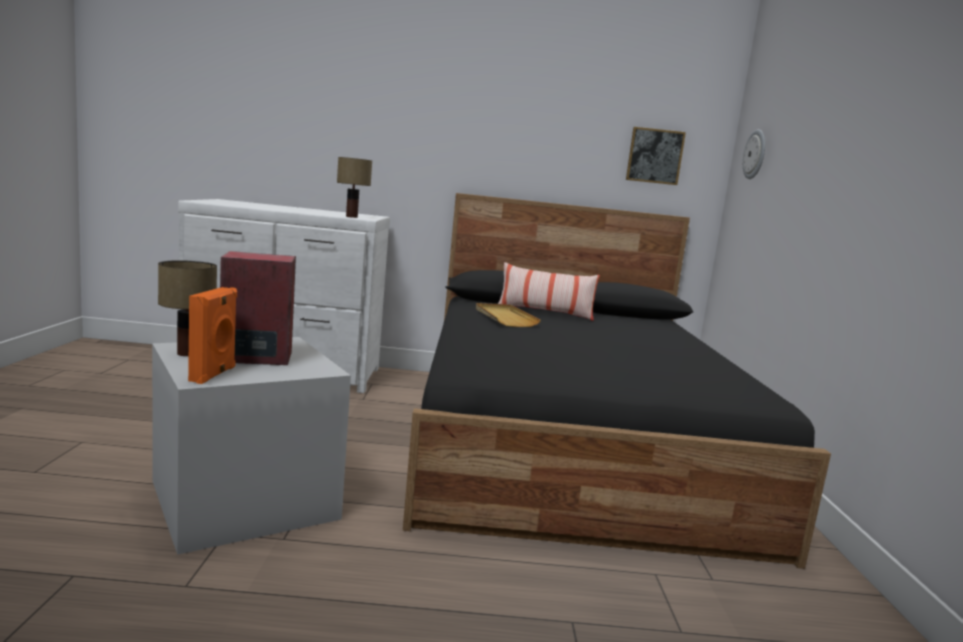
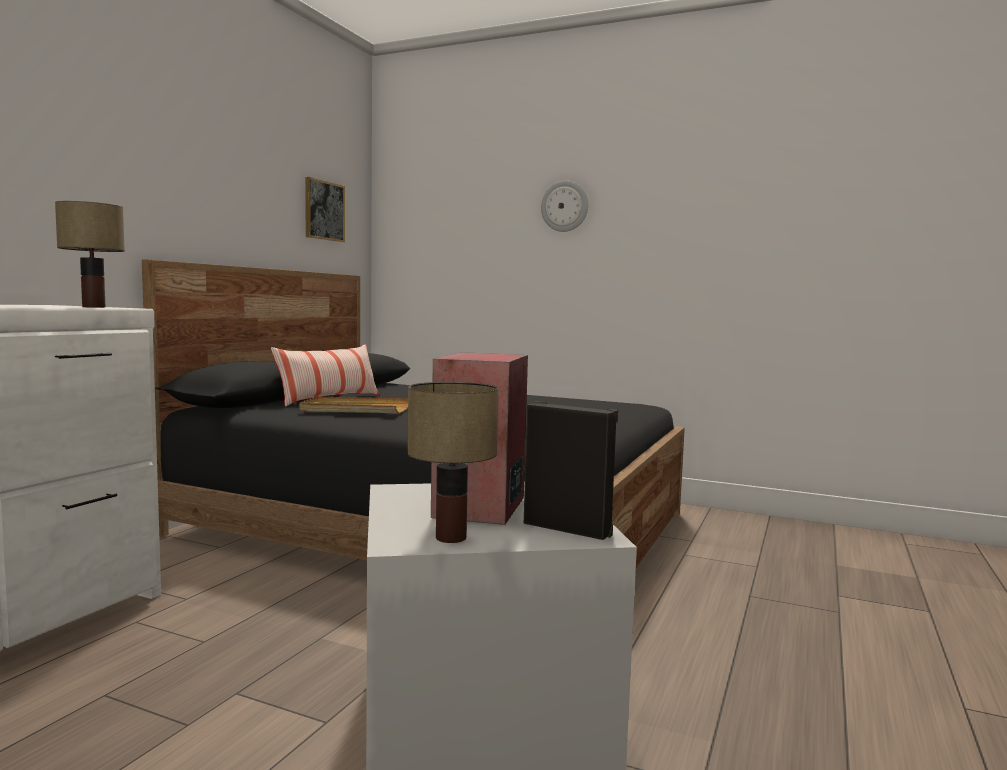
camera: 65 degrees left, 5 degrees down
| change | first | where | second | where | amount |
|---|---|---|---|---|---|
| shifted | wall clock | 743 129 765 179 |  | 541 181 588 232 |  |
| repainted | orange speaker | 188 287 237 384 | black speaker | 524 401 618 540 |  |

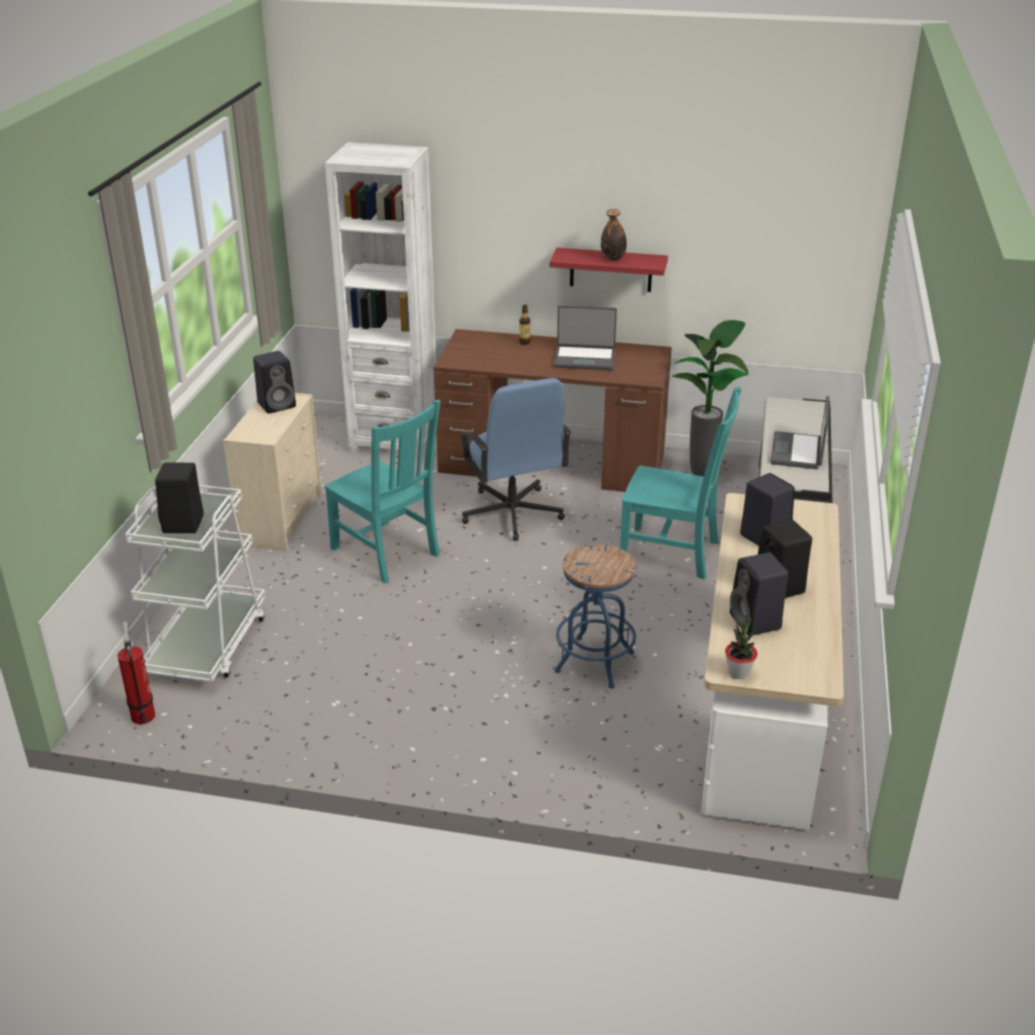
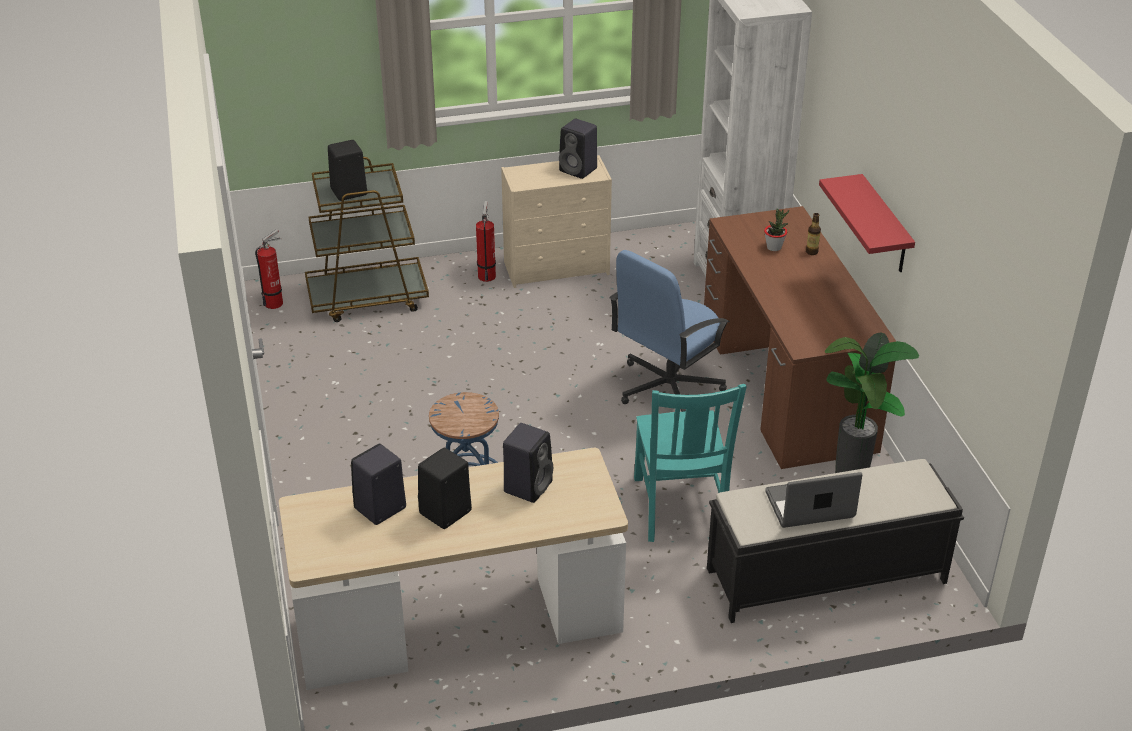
camera: 65 degrees right, 5 degrees up
| change | first | where | second | where | amount |
|---|---|---|---|---|---|
| gone | turquoise chair | 325 400 441 584 |  |  |  |
| gone | laptop | 553 305 617 370 |  |  |  |
| gone | bottle | 601 209 627 261 |  |  |  |
| new |  |  | fire extinguisher | 476 201 496 282 |  |
| shifted | potted plant | 725 617 757 679 |  | 764 209 789 251 |  |
| repainted | white cart | 125 485 266 682 | brown cart | 305 157 429 322 |  |

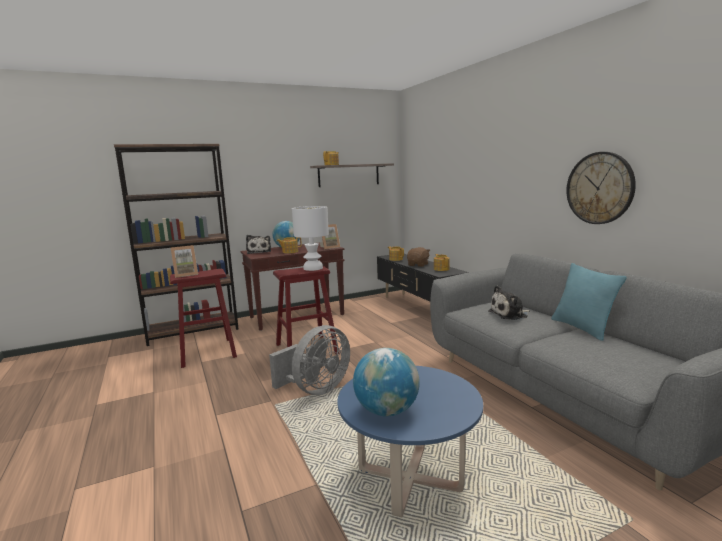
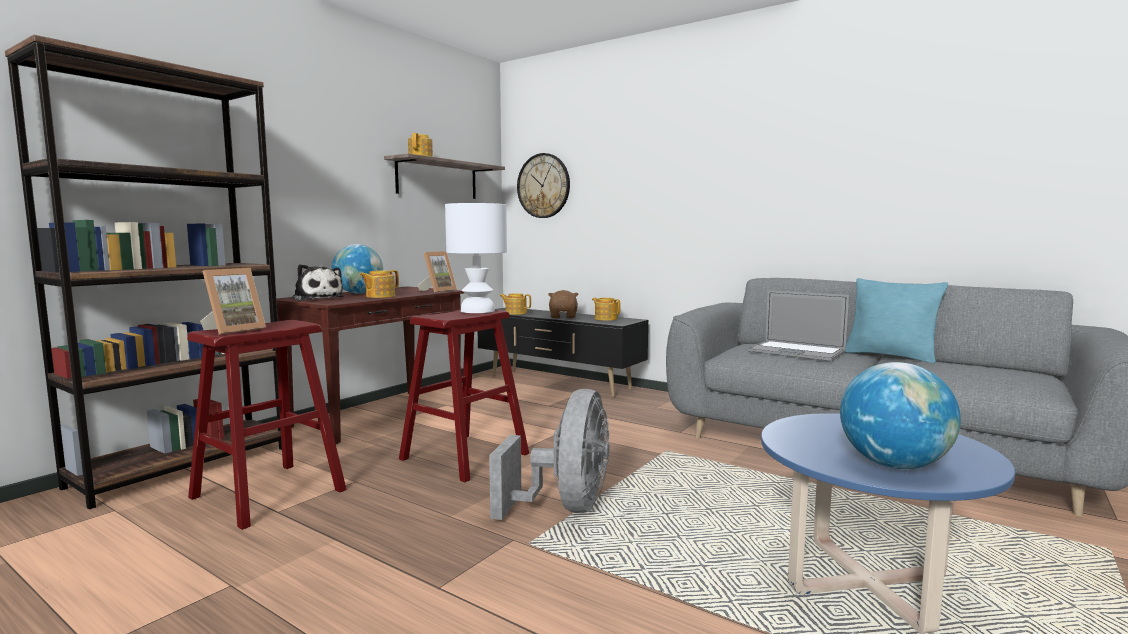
camera: 30 degrees left, 5 degrees down
| change | first | where | second | where | amount |
|---|---|---|---|---|---|
| shifted | wall clock | 566 152 636 224 |  | 517 153 570 218 |  |
| swapped | plush toy | 488 285 530 320 | laptop | 748 290 849 361 |  |

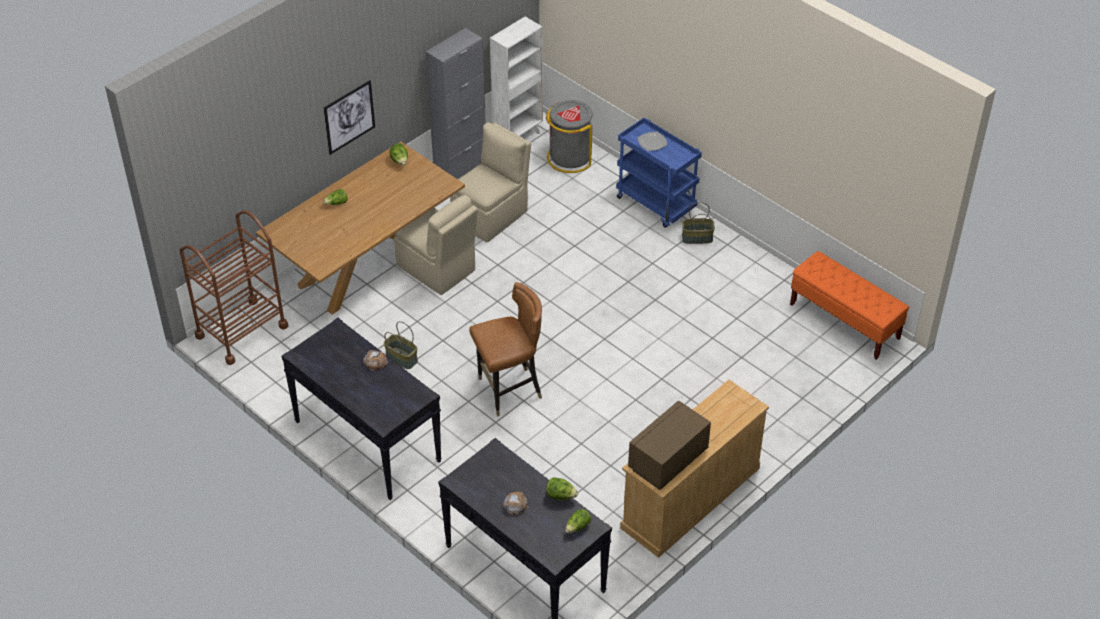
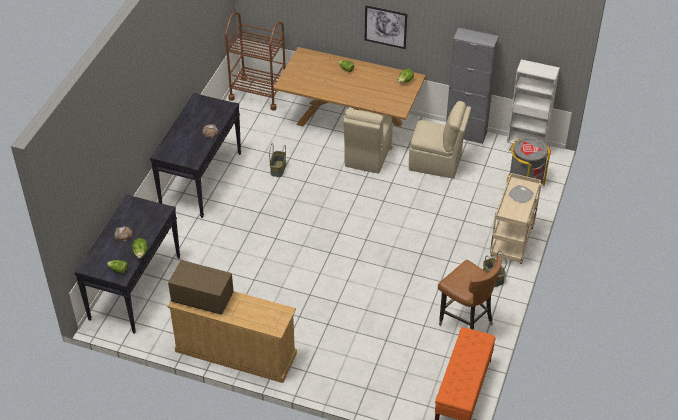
camera: 65 degrees right, 0 degrees up
| change | first | where | second | where | amount |
|---|---|---|---|---|---|
| shifted | brown chair | 469 282 542 417 |  | 438 256 502 330 |  |
| repainted | blue cart | 616 118 702 228 | beige cart | 490 173 542 264 |  |

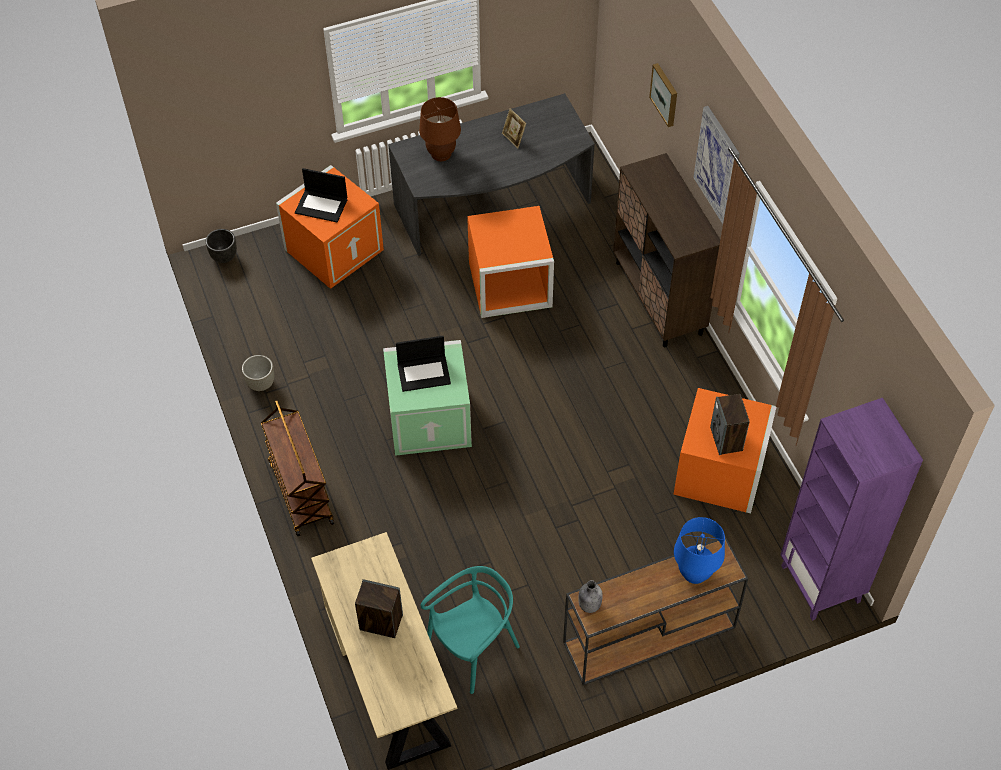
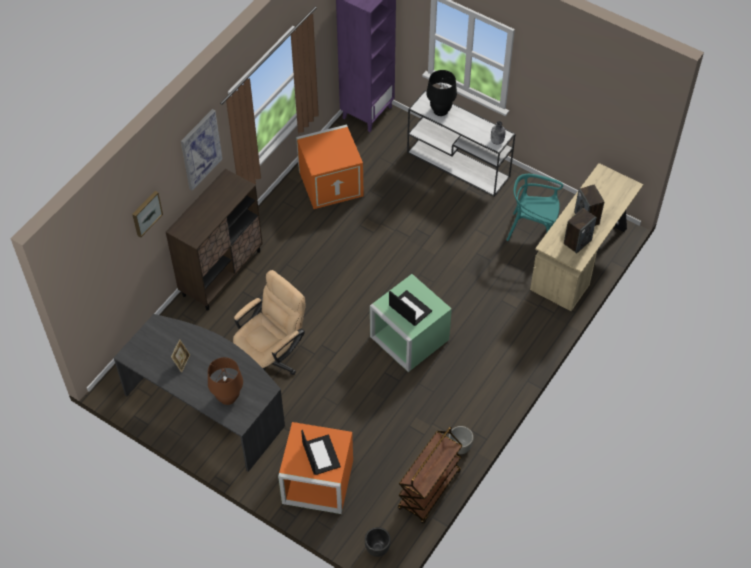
camera: 125 degrees left, 0 degrees up
| change | first | where | second | where | amount |
|---|---|---|---|---|---|
| shifted | brown cart | 261 400 334 536 |  | 398 427 463 524 |  |
| shifted | speaker | 710 394 750 455 |  | 564 208 597 254 |  |
| swapped | orange storage box | 467 206 554 318 | beige office chair | 233 270 305 375 |  |
| repainted | brown console table | 563 537 748 685 | white console table | 407 90 515 197 |  |
| repainted | blue table lamp | 674 517 725 584 | black table lamp | 426 70 457 116 |  |

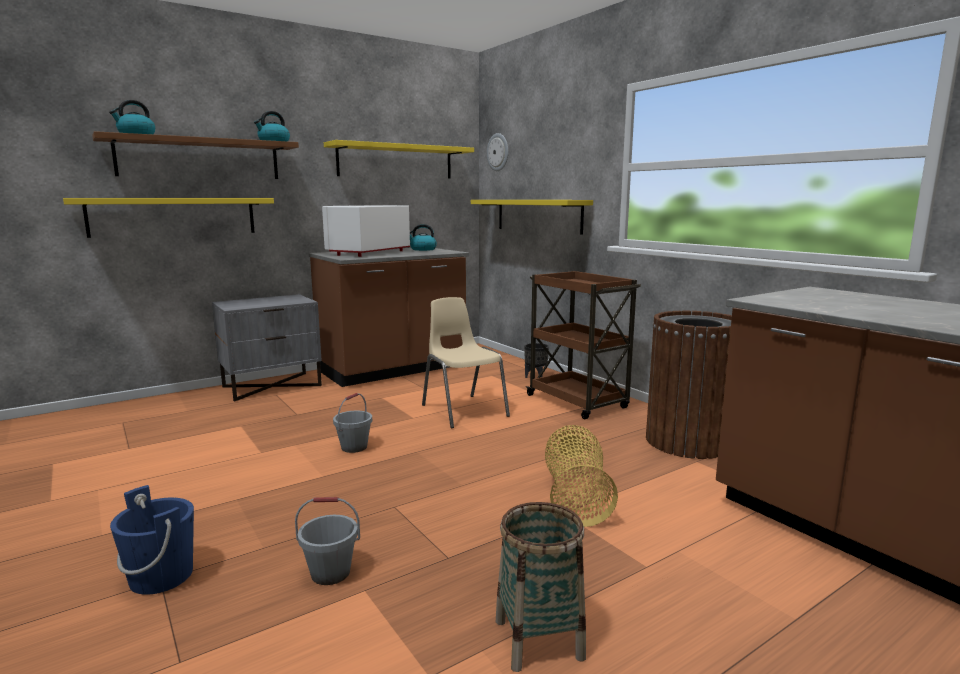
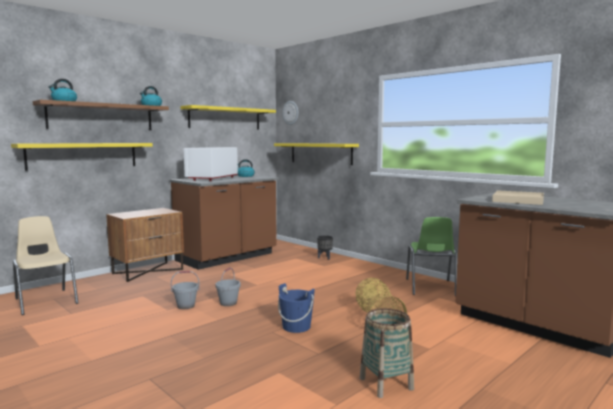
camera: 10 degrees left, 5 degrees down
| change | first | where | second | where | amount |
|---|---|---|---|---|---|
| gone | brown cart | 526 271 641 419 |  |  |  |
| new |  |  | beige tray | 492 190 544 205 |  |
| shifted | blue bucket | 110 485 194 595 |  | 278 283 315 333 |  |
| shifted | grey bucket | 295 497 360 585 |  | 171 271 200 309 |  |
| shifted | beige chair | 422 297 510 428 |  | 13 216 78 315 |  |
| swapped | brown trash can | 646 311 732 459 | green chair | 406 217 457 297 |  |
| repainted | grey nightstand | 212 294 322 401 | brown nightstand | 107 208 184 282 |  |

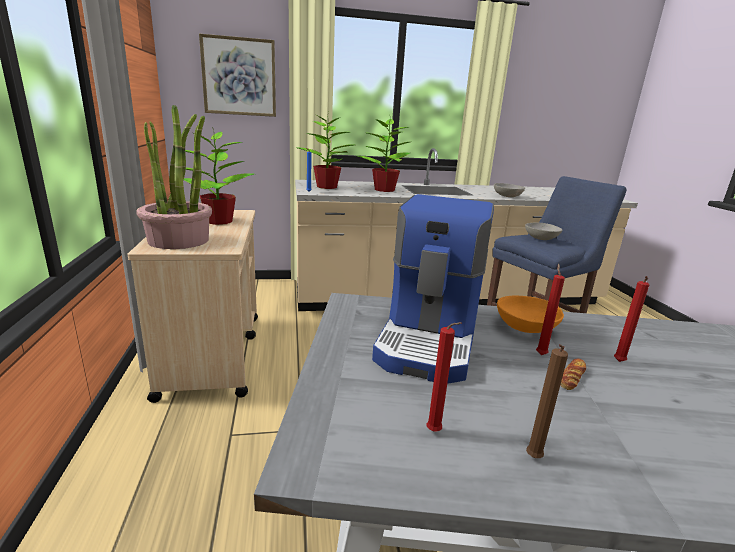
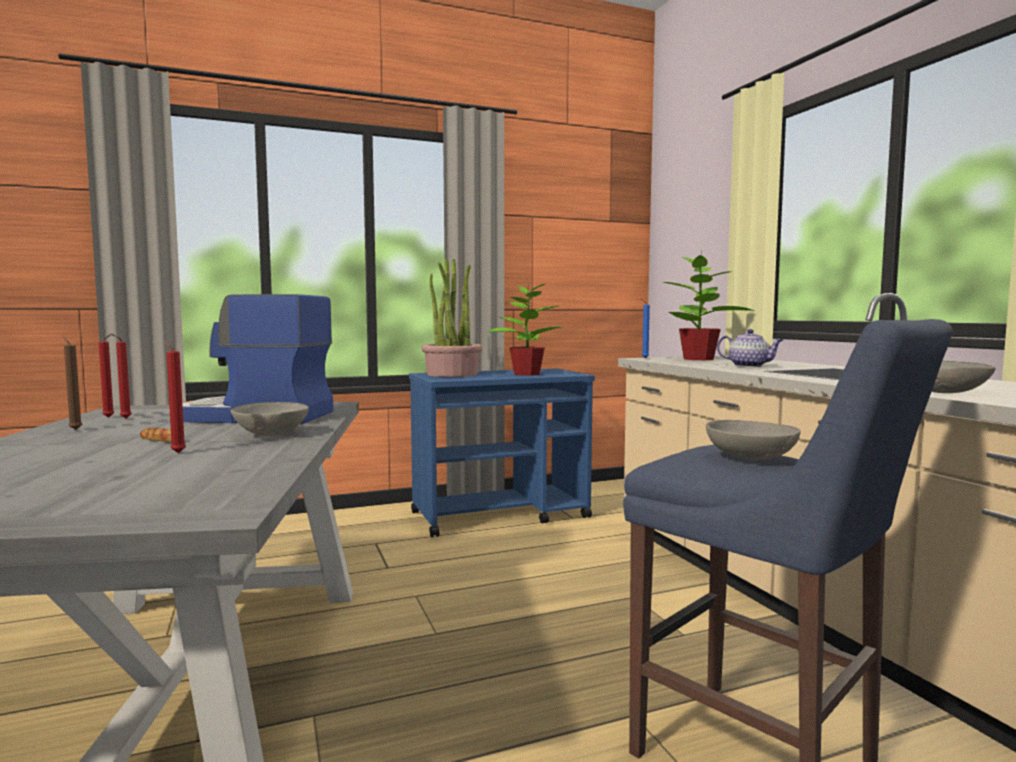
camera: 80 degrees right, 15 degrees down
| change | first | where | second | where | amount |
|---|---|---|---|---|---|
| gone | picture | 199 34 276 117 |  |  |  |
| shifted | red candle | 536 264 565 355 |  | 98 333 115 418 |  |
| swapped | potted plant | 357 119 410 192 | teapot | 717 329 783 367 |  |
| repainted | beige cart | 128 210 258 403 | blue cart | 409 368 595 538 |  |
| repainted | orange bowl | 497 296 564 333 | grey bowl | 231 402 309 436 |  |

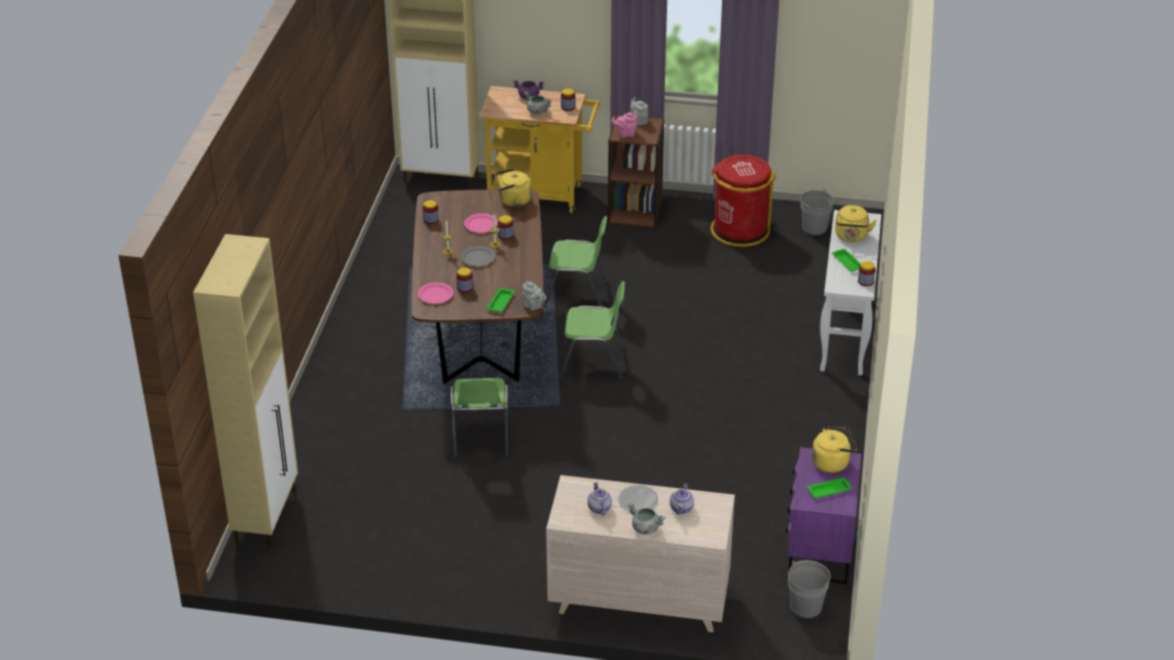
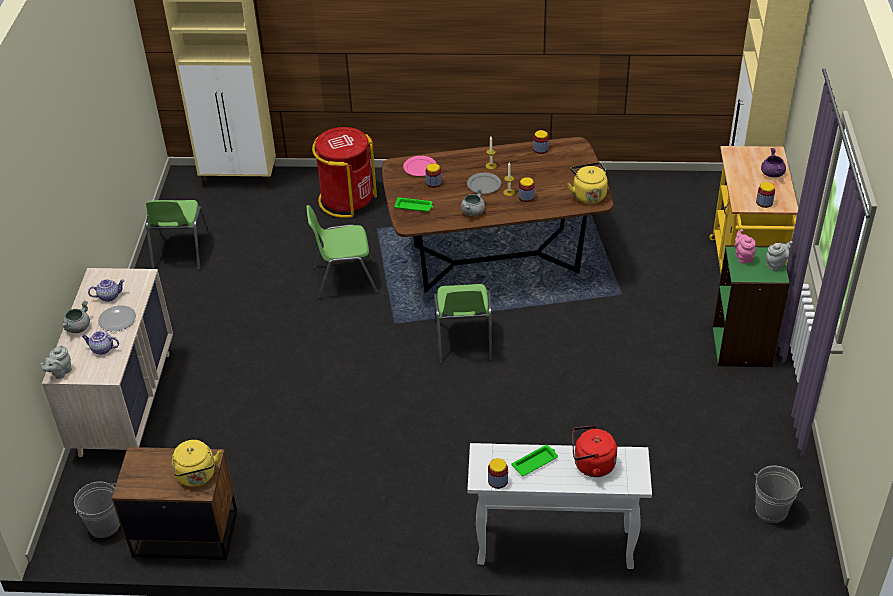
camera: 85 degrees right, 5 degrees up
| change | first | where | second | where | amount |
|---|---|---|---|---|---|
| gone | pink plate | 464 213 498 233 |  |  |  |
| gone | green tray | 807 477 851 498 |  |  |  |
| shifted | grey teapot | 522 281 547 311 |  | 40 345 72 379 |  |
| shifted | grey cooking pot | 524 92 552 115 |  | 461 187 485 216 |  |
| shifted | green chair | 544 216 609 308 |  | 146 200 210 270 |  |
| shifted | red trash can | 711 154 776 247 |  | 312 127 377 218 |  |
| repainted | brown bookcase | 608 115 664 227 | green bookcase | 713 245 790 367 |  |
| repainted | purple nightstand | 786 447 861 585 | brown nightstand | 112 447 237 560 |  |
| repainted | yellow kettle | 835 205 877 242 | red kettle | 572 425 617 477 |  |

